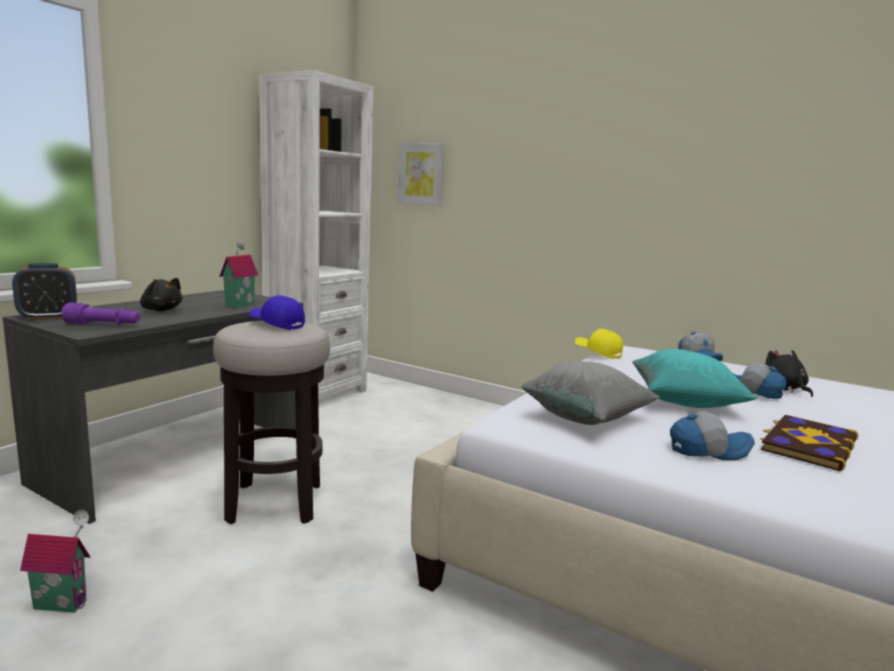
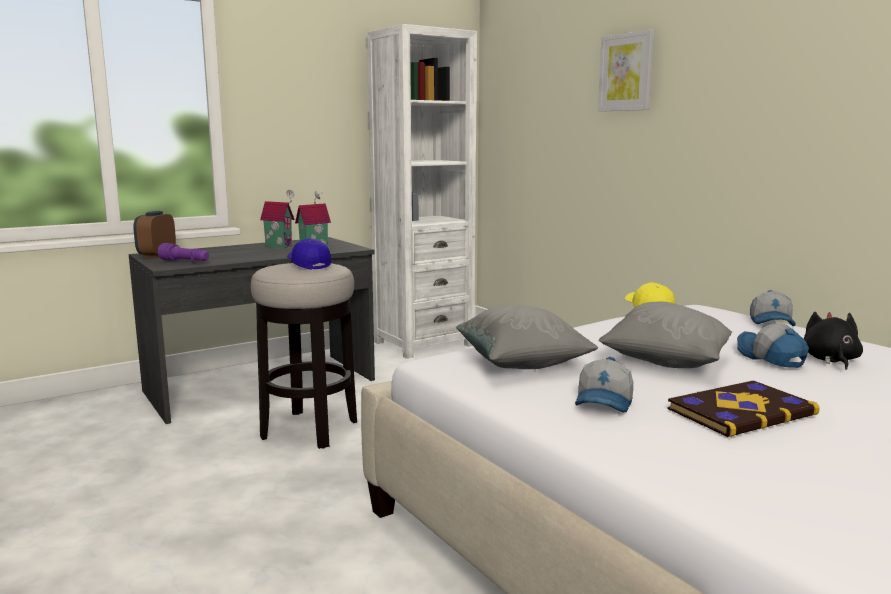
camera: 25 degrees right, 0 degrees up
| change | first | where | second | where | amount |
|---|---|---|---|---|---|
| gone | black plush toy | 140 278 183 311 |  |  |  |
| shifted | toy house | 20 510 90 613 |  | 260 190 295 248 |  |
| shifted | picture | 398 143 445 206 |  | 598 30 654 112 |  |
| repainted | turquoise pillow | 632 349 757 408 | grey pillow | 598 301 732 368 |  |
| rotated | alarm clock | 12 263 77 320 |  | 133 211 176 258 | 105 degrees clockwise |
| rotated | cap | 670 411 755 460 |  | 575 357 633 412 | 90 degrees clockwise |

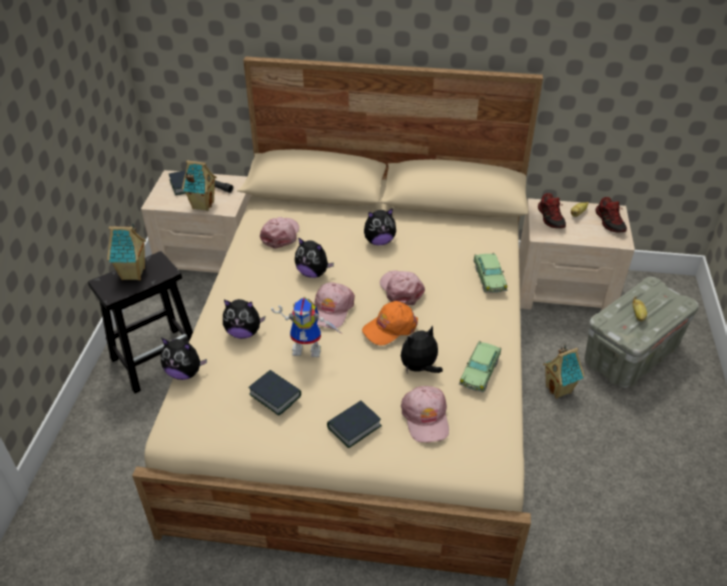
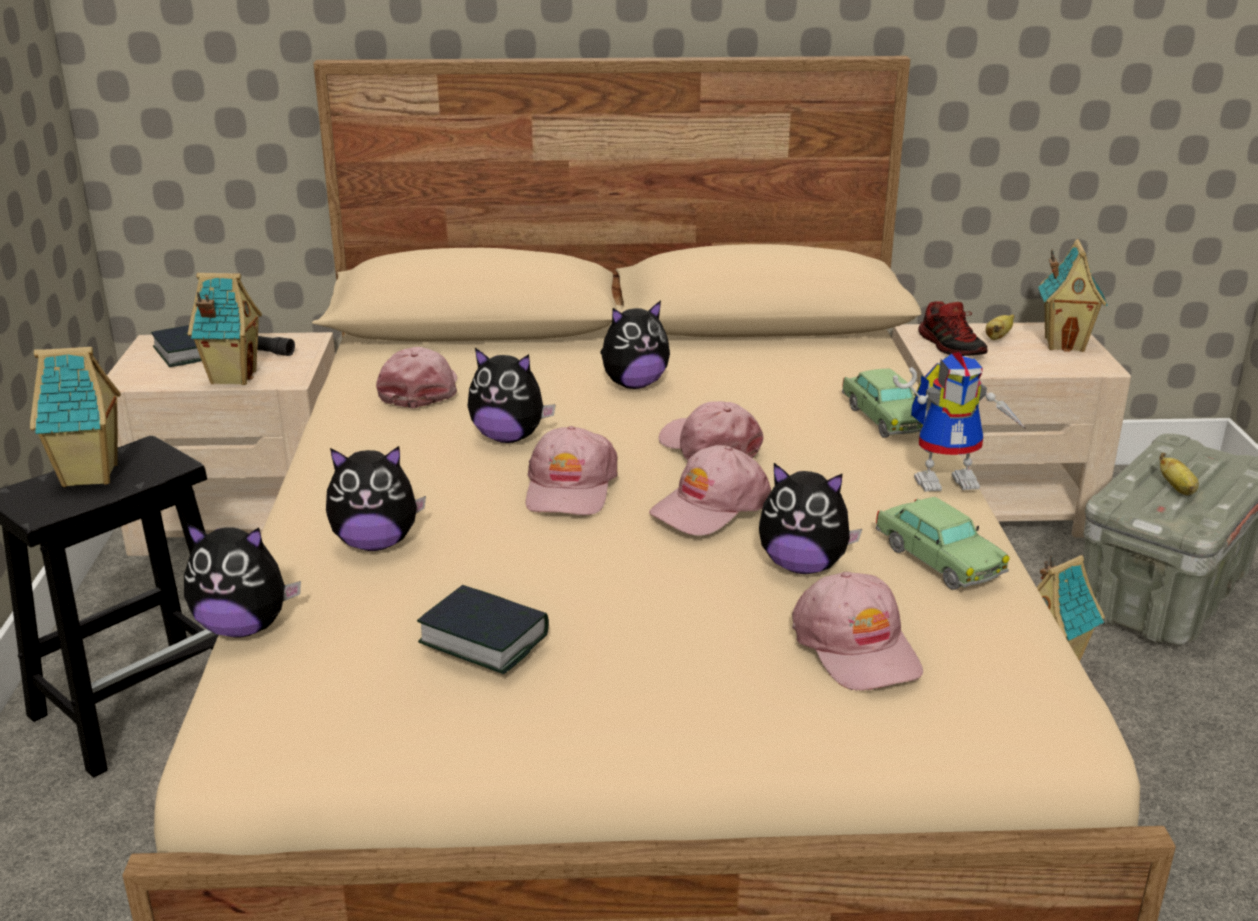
camera: 10 degrees left, 15 degrees down
| change | first | where | second | where | amount |
|---|---|---|---|---|---|
| gone | book | 327 401 382 448 |  |  |  |
| shifted | toy robot | 271 297 341 357 |  | 893 352 1027 492 |  |
| swapped | shoe | 596 197 627 232 | toy house | 1038 239 1108 352 |  |
| repainted | orange cap | 362 301 418 345 | pink cap | 649 445 771 536 |  |
| rotated | plush toy | 401 326 443 373 |  | 759 463 862 574 | 120 degrees counterclockwise |
| rotated | toy car | 459 341 501 393 |  | 876 497 1010 590 | 45 degrees counterclockwise |

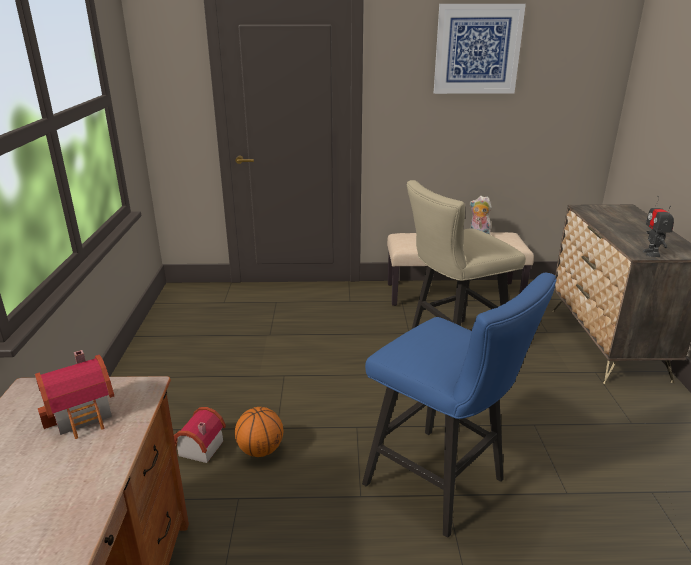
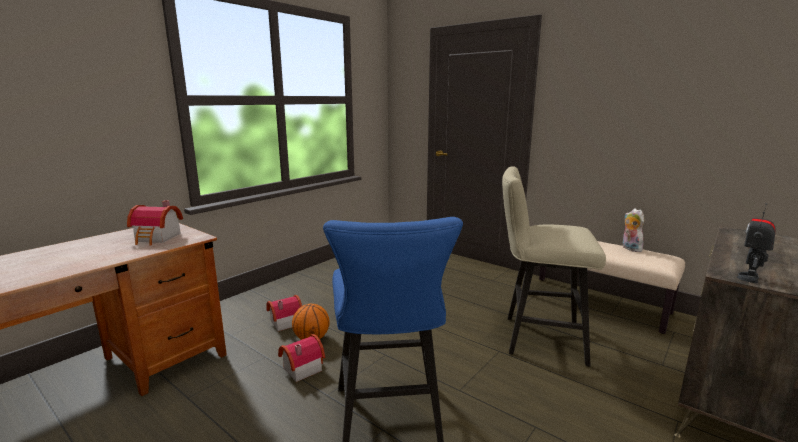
camera: 40 degrees right, 10 degrees down
| change | first | where | second | where | amount |
|---|---|---|---|---|---|
| gone | picture | 434 4 526 94 |  |  |  |
| new |  |  | toy house | 278 334 325 382 |  |

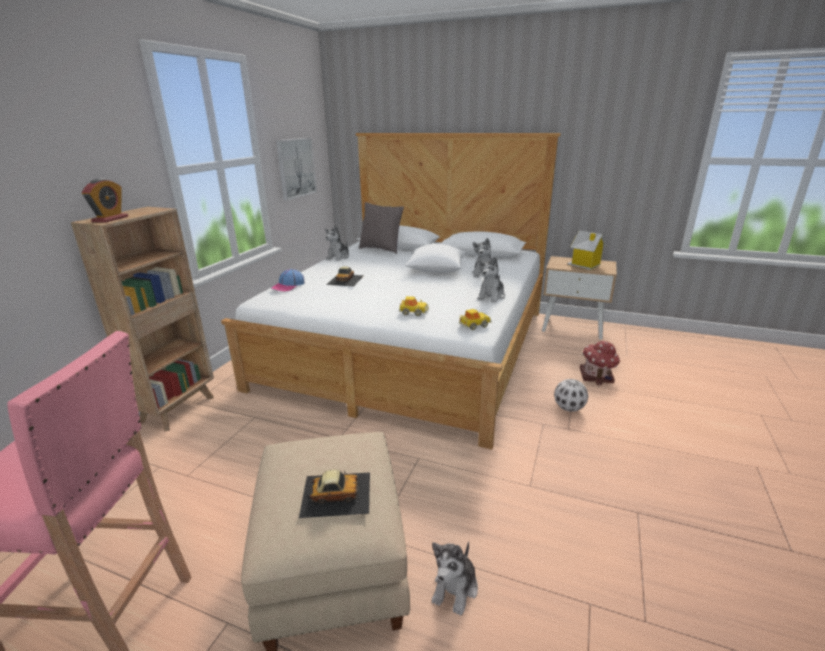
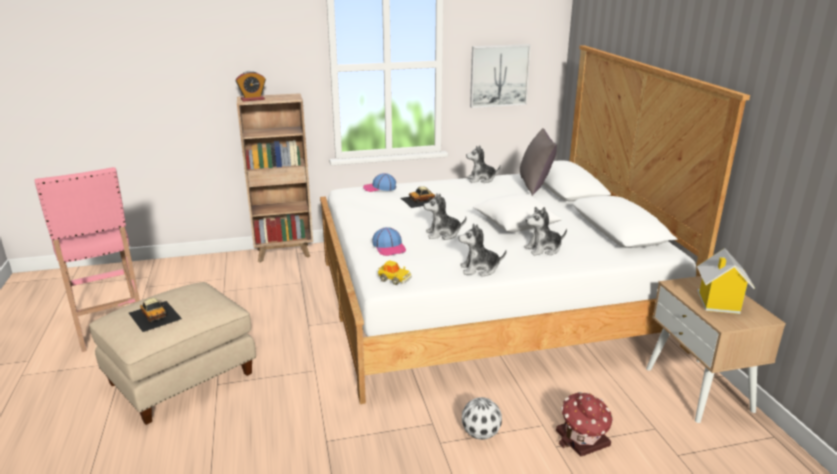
camera: 55 degrees right, 0 degrees up
| change | first | where | second | where | amount |
|---|---|---|---|---|---|
| shifted | plush toy | 432 541 478 616 |  | 423 193 467 240 |  |
| swapped | toy car | 399 296 429 316 | cap | 372 227 406 256 |  |

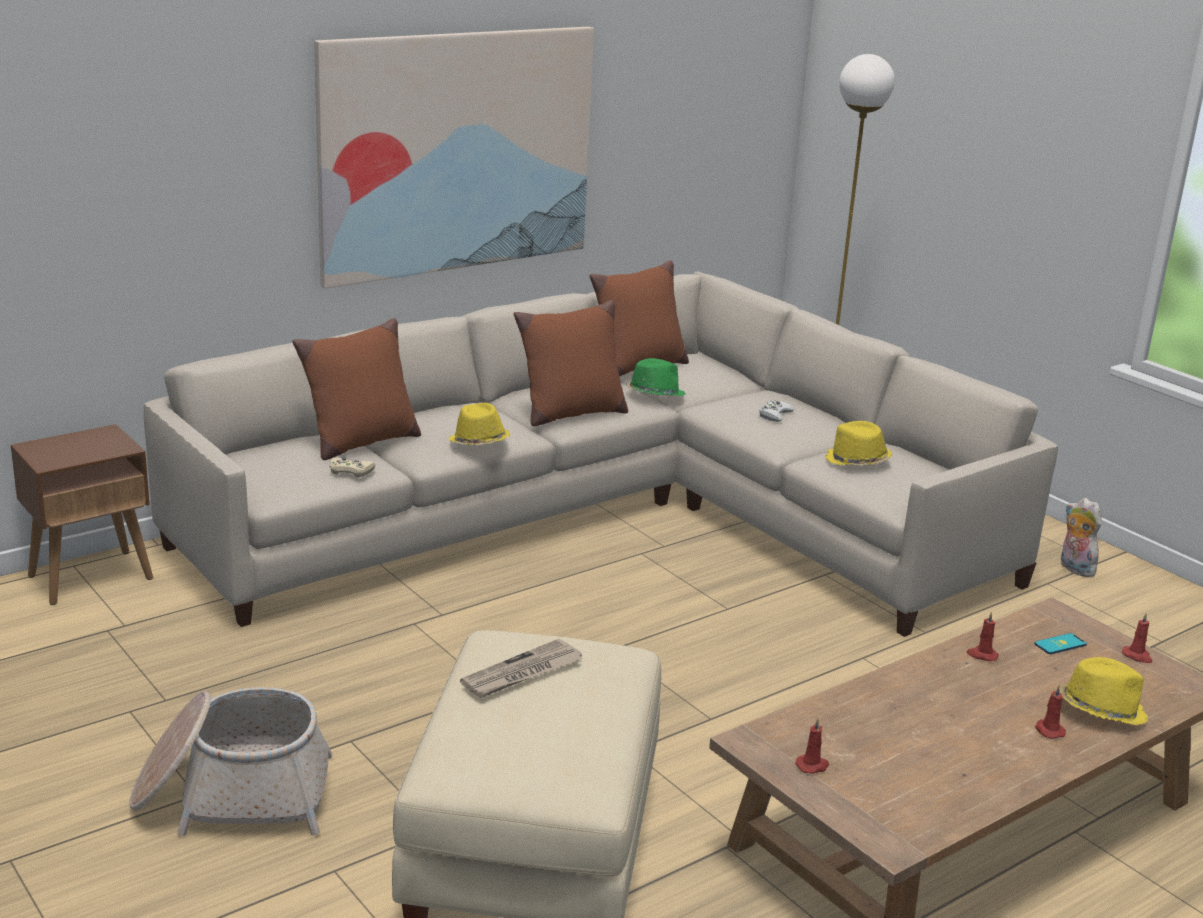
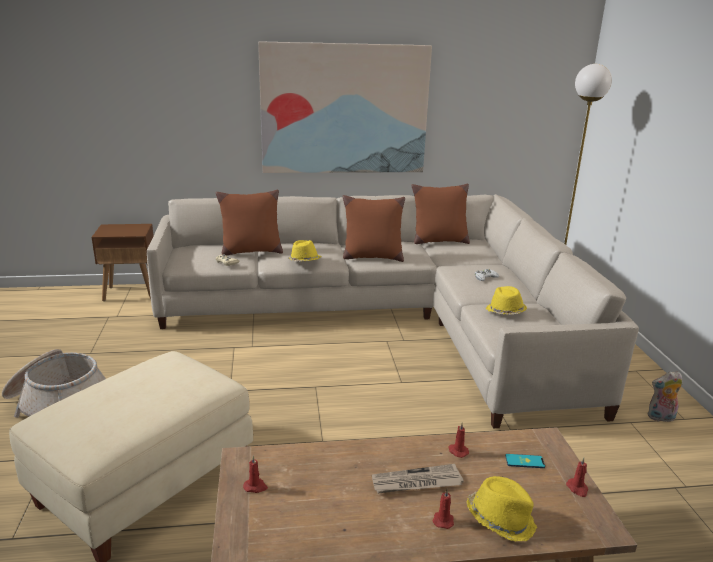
camera: 30 degrees right, 0 degrees up
| change | first | where | second | where | amount |
|---|---|---|---|---|---|
| gone | green hat | 626 358 686 396 |  |  |  |
| shifted | newspaper | 460 639 583 698 |  | 372 464 464 493 |  |
| rotated | plush toy | 1061 498 1102 577 |  | 648 371 682 422 | 90 degrees counterclockwise |

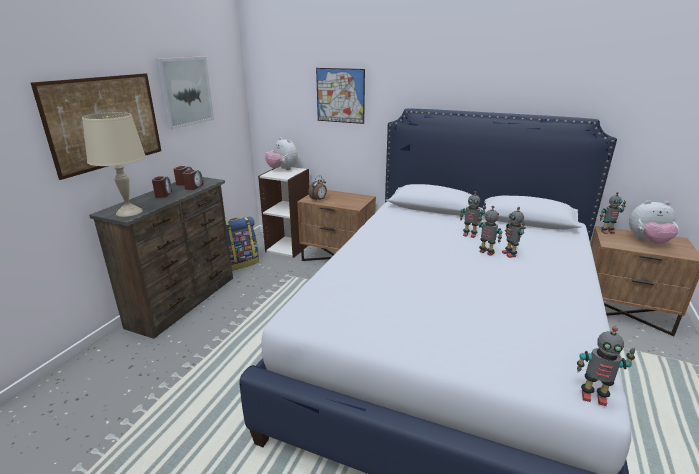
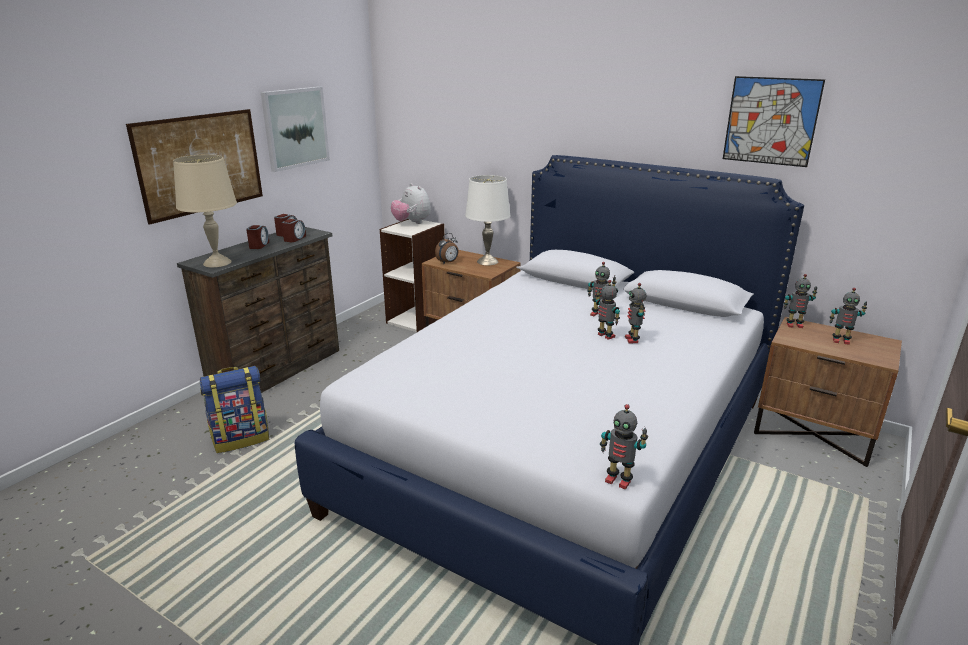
camera: 10 degrees right, 0 degrees up
| change | first | where | second | where | amount |
|---|---|---|---|---|---|
| new |  |  | white table lamp | 465 175 511 265 |  |
| shifted | backpack | 226 217 259 271 |  | 200 366 269 453 |  |
| shifted | picture | 316 68 365 124 |  | 723 76 825 167 |  |
| swapped | plush toy | 629 200 678 244 | toy robot | 830 287 867 345 |  |

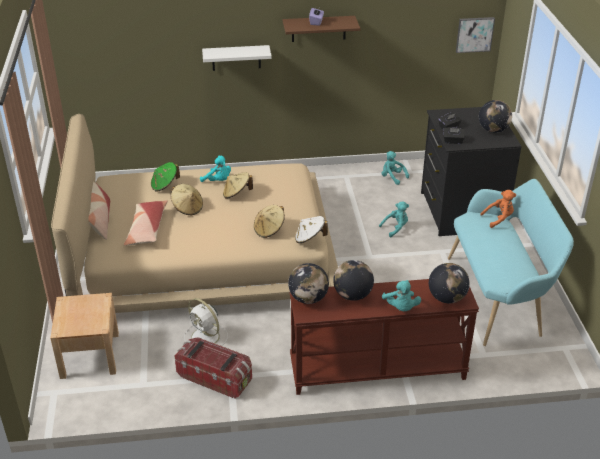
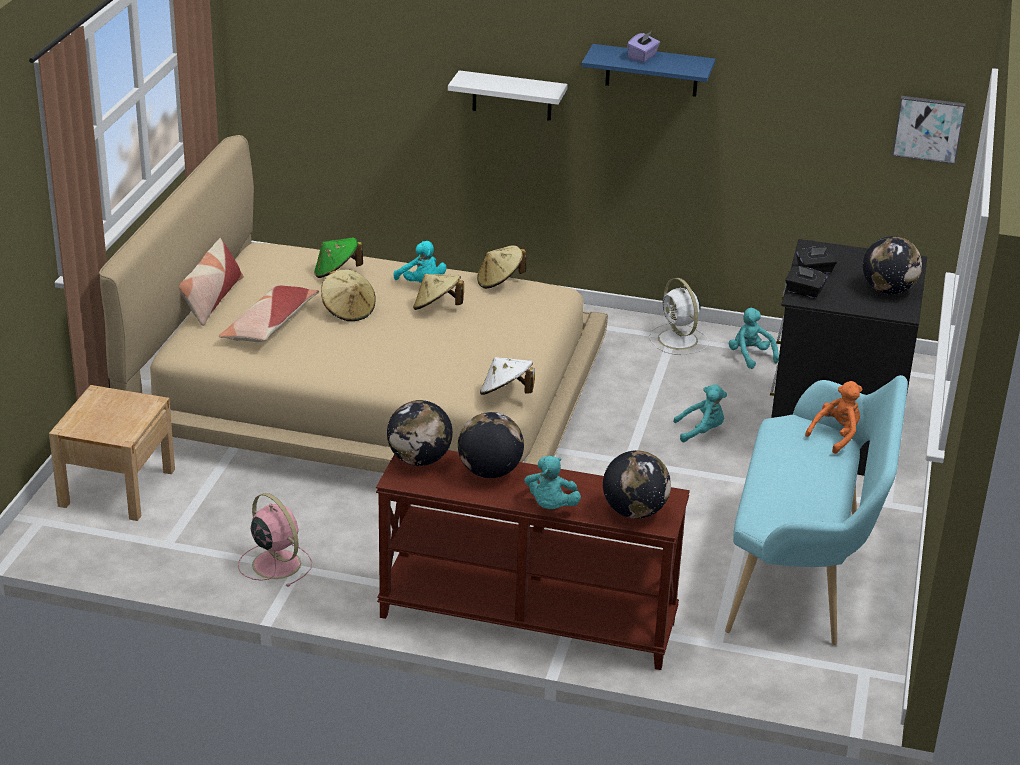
camera: 20 degrees right, 5 degrees down
| change | first | where | second | where | amount |
|---|---|---|---|---|---|
| shifted | white fan | 185 298 228 346 |  | 649 278 709 355 |  |
| shifted | beige hat | 254 205 285 238 |  | 477 245 526 289 |  |
| swapped | storage box | 175 337 252 399 | pink fan | 238 493 312 587 |  |
| repainted | brown shelf | 283 16 360 42 | blue shelf | 581 44 715 97 |  |
| rotated | orange plush toy | 480 190 516 228 |  | 805 381 862 454 | 45 degrees counterclockwise |

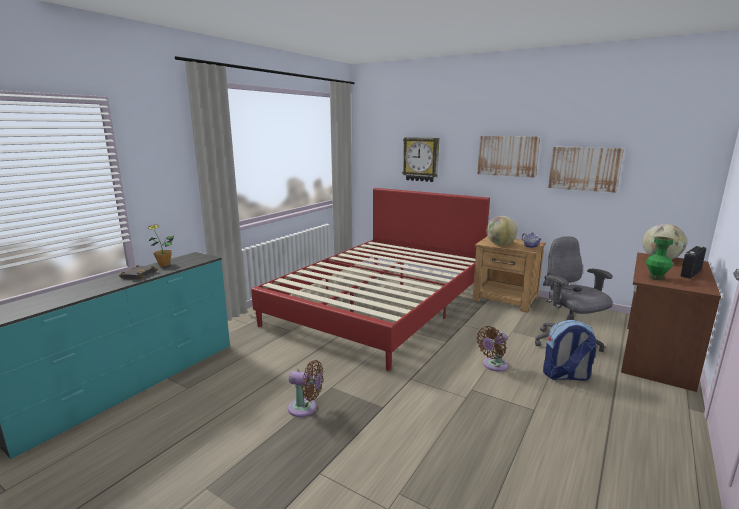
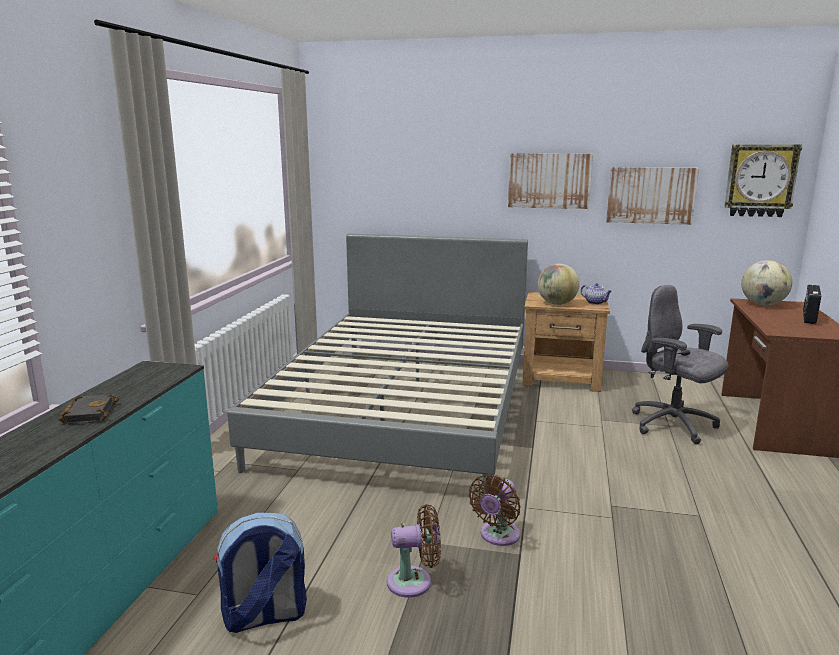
camera: 20 degrees left, 0 degrees up
| change | first | where | second | where | amount |
|---|---|---|---|---|---|
| gone | potted plant | 147 224 174 266 |  |  |  |
| gone | green vase | 646 237 674 281 |  |  |  |
| shifted | wall clock | 402 137 439 182 |  | 724 144 802 217 |  |
| shifted | brown fan | 477 326 508 372 |  | 469 474 521 546 |  |
| shifted | backpack | 543 320 596 381 |  | 213 512 307 633 |  |
| repainted | red bed | 251 188 490 371 | grey bed | 227 233 528 495 |  |

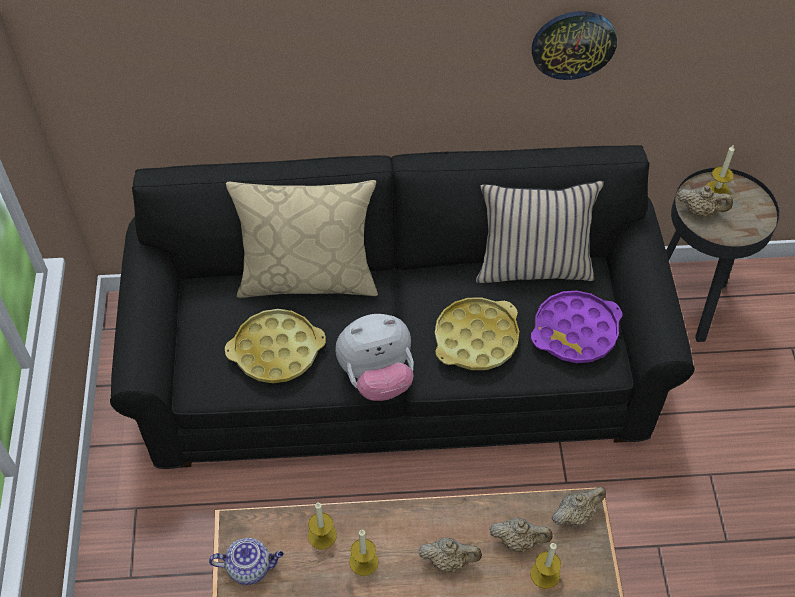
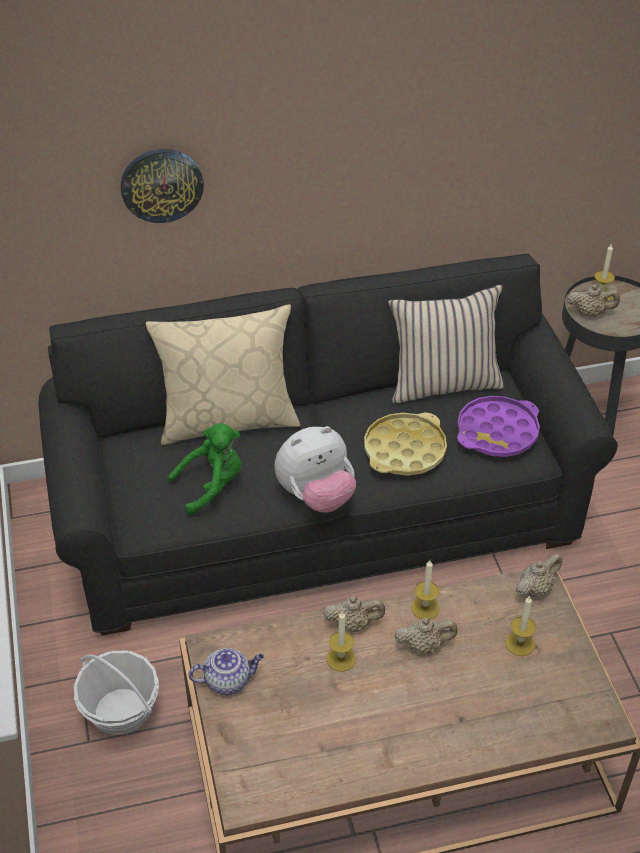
camera: 10 degrees left, 10 degrees down
| change | first | where | second | where | amount |
|---|---|---|---|---|---|
| new |  |  | basket | 74 651 159 735 |  |
| shifted | candle | 308 503 337 549 |  | 411 560 440 619 |  |
| shifted | beige teapot | 490 518 553 552 |  | 323 596 385 632 |  |
| shifted | wall clock | 532 11 617 80 |  | 121 149 204 223 |  |
| swapped | yellow tray | 225 309 326 383 | green plush toy | 168 423 242 515 |  |

